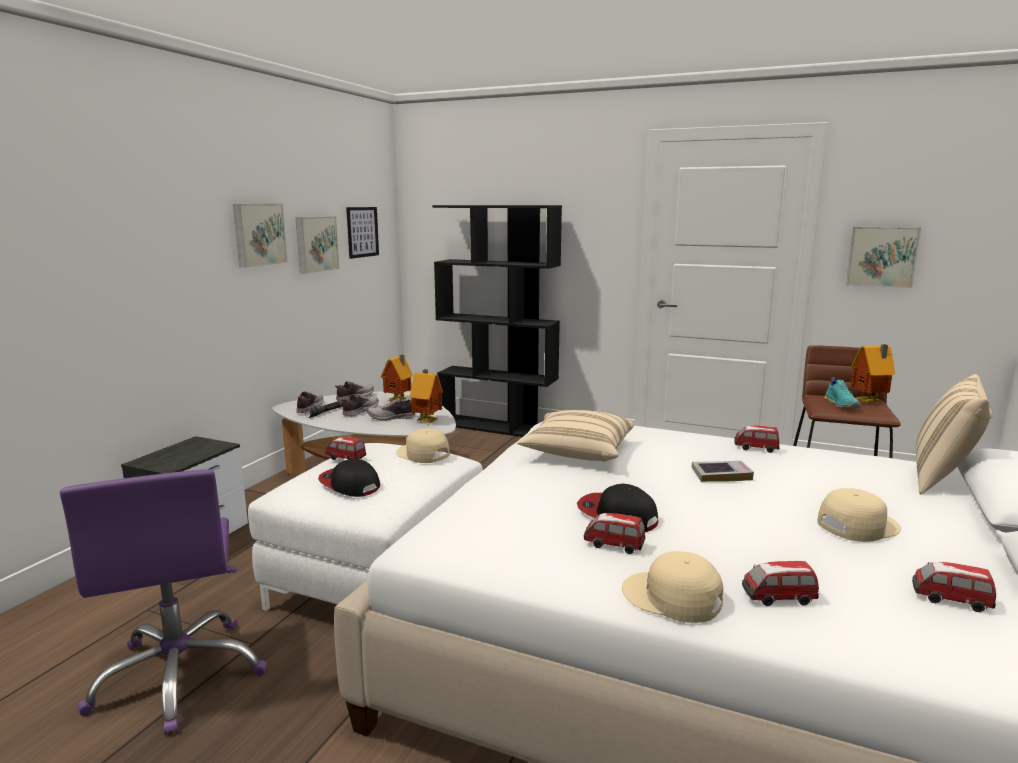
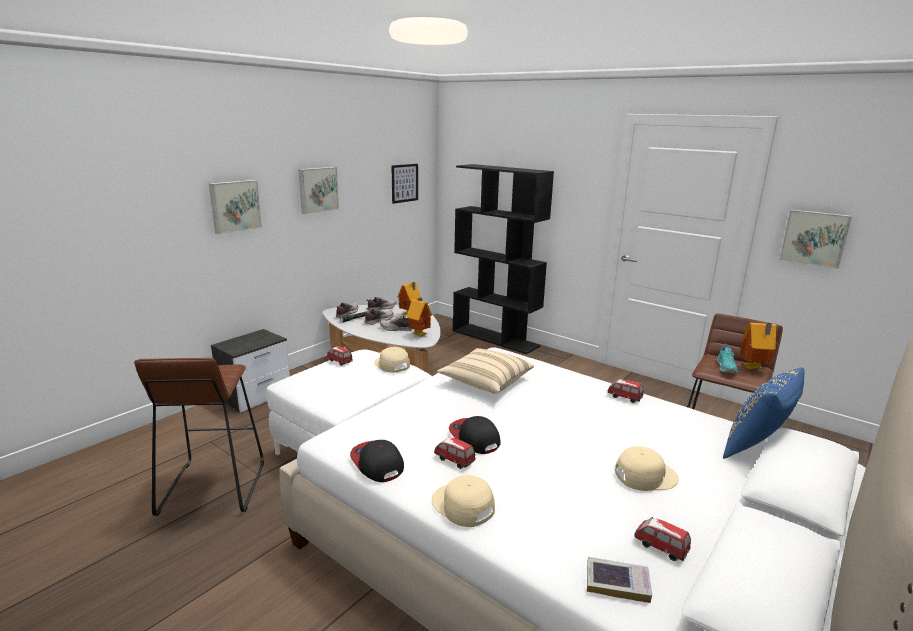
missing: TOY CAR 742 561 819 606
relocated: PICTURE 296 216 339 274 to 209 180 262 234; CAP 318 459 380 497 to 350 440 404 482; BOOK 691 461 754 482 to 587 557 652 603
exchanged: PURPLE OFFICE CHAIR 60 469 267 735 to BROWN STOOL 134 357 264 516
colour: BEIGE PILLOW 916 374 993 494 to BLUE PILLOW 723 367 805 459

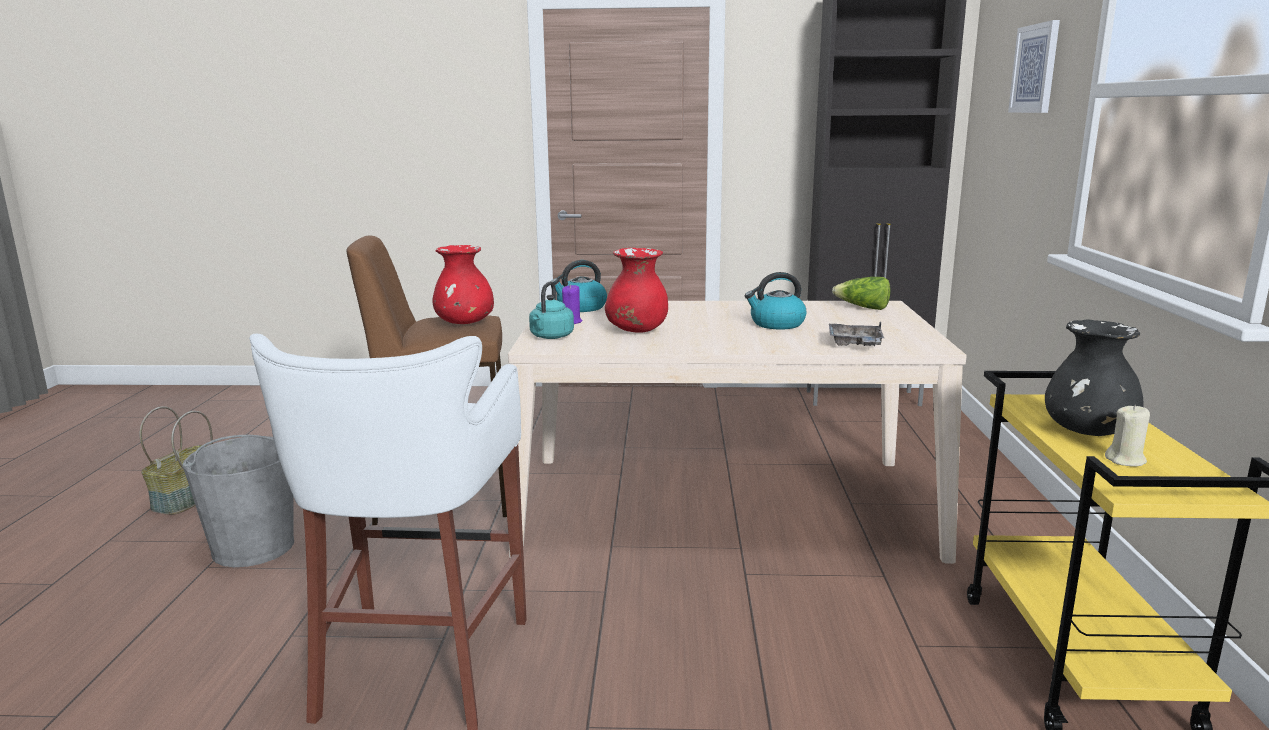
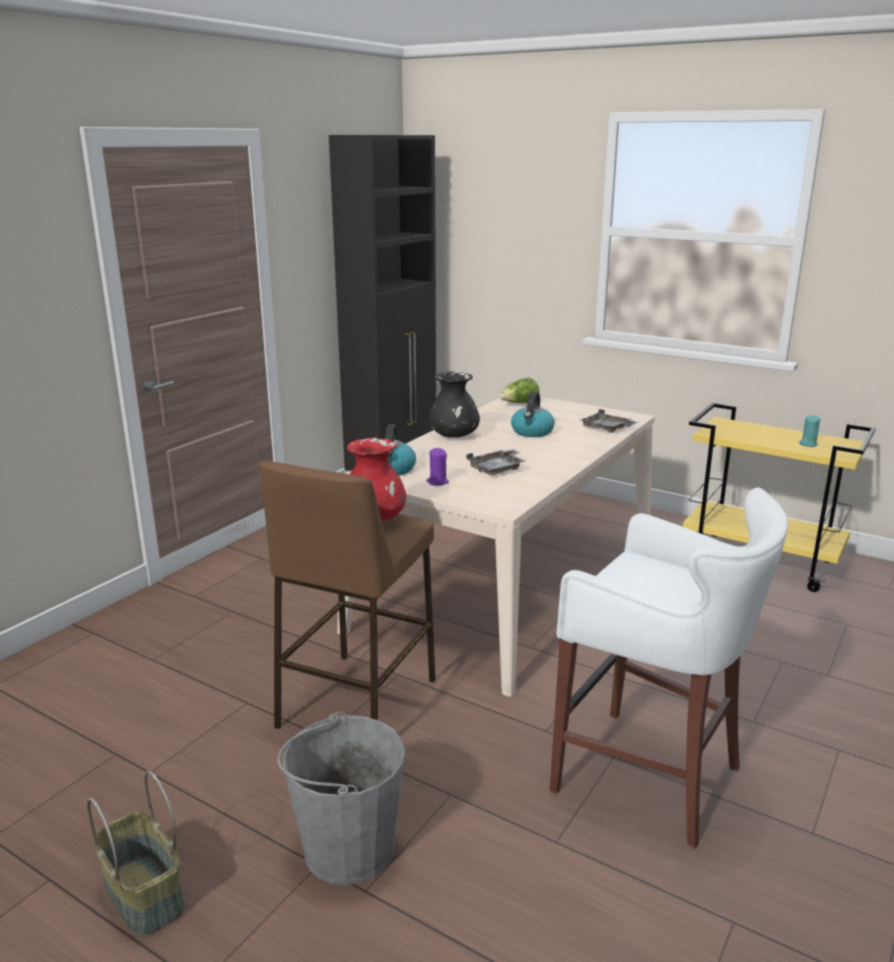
missing: TURQUOISE KETTLE 529 281 574 339; PICTURE 1008 20 1060 113
relocated: BLACK VASE 1045 319 1144 436 to 429 371 480 438
exchanged: RED VASE 605 248 668 333 to GREY TRAY 466 449 526 475
colour: BEIGE CANDLE 1105 405 1150 467 to TURQUOISE CANDLE 799 415 820 447

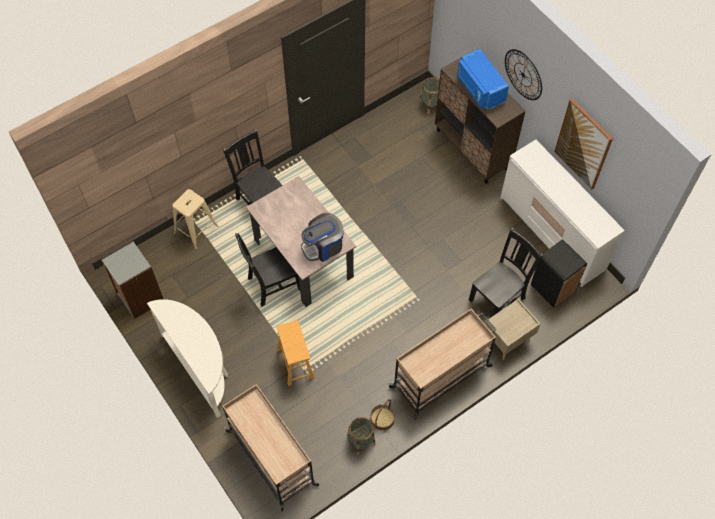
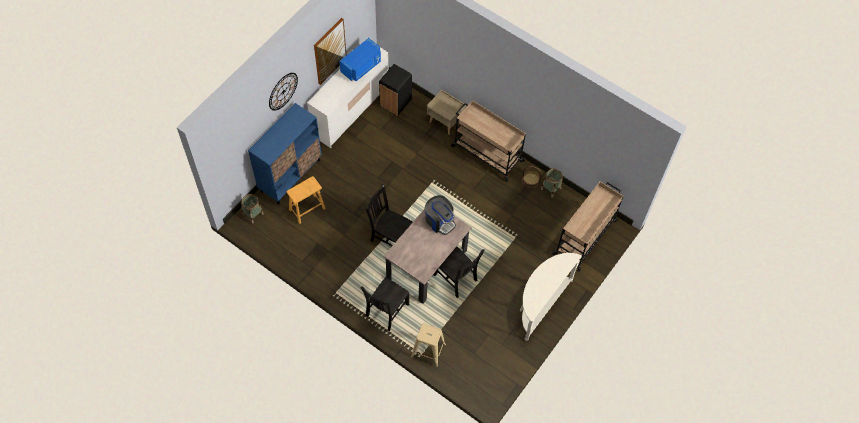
missing: GREY BOOKCASE 101 241 163 319
relocated: BROWN STOOL 277 320 315 386 to 286 176 326 224; BLUE MICROWAVE 457 49 509 110 to 340 38 381 81; BLACK CHAIR 469 228 543 316 to 365 184 413 246
colour: BROWN CABINET 435 57 526 184 to BLUE CABINET 248 103 322 204

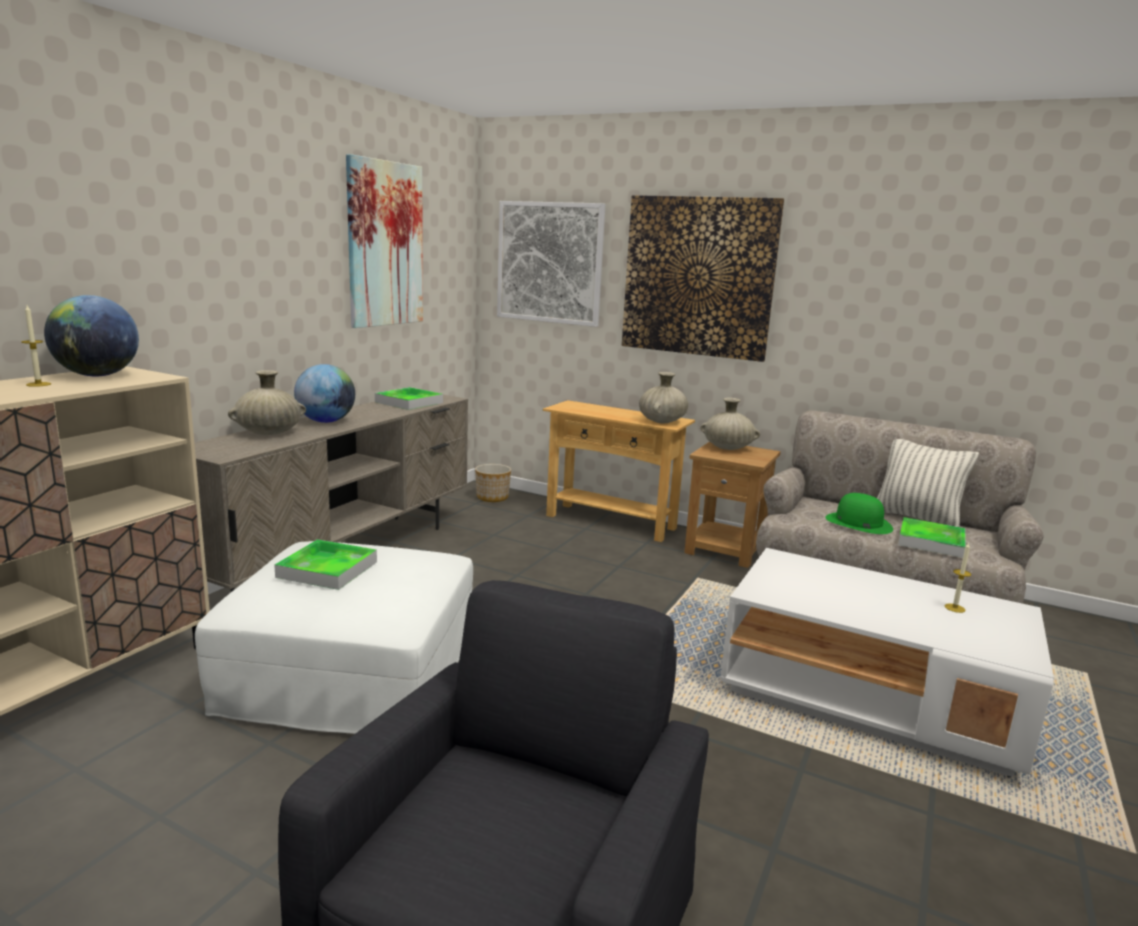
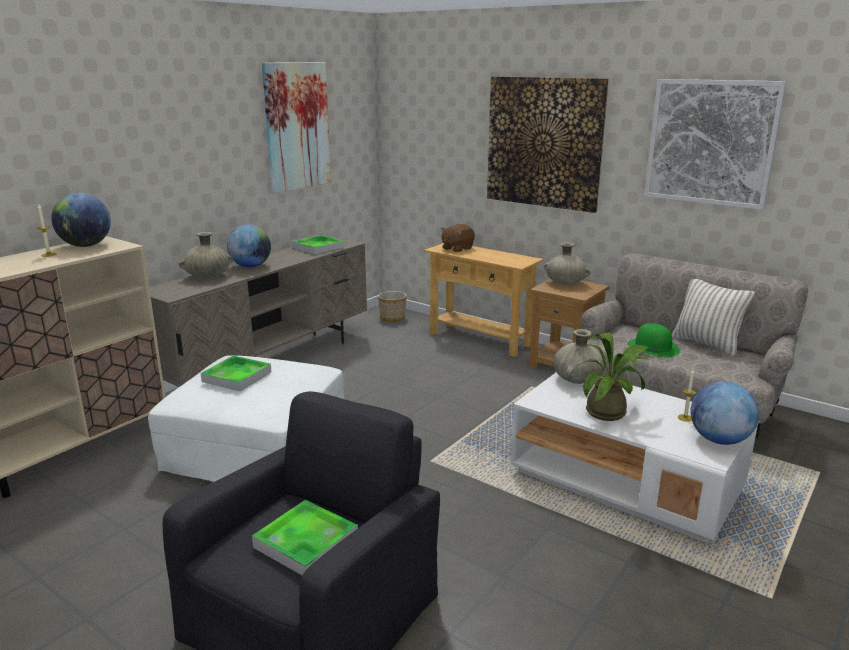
appeared: BROWN PLUSH TOY 441 224 475 252; POTTED PLANT 577 332 650 421; GLOBE 690 381 759 445
relocated: PICTURE 497 201 606 327 to 644 79 787 210; BEIGE VASE 639 372 688 423 to 553 329 606 384; TRAY 898 517 966 558 to 252 500 358 575

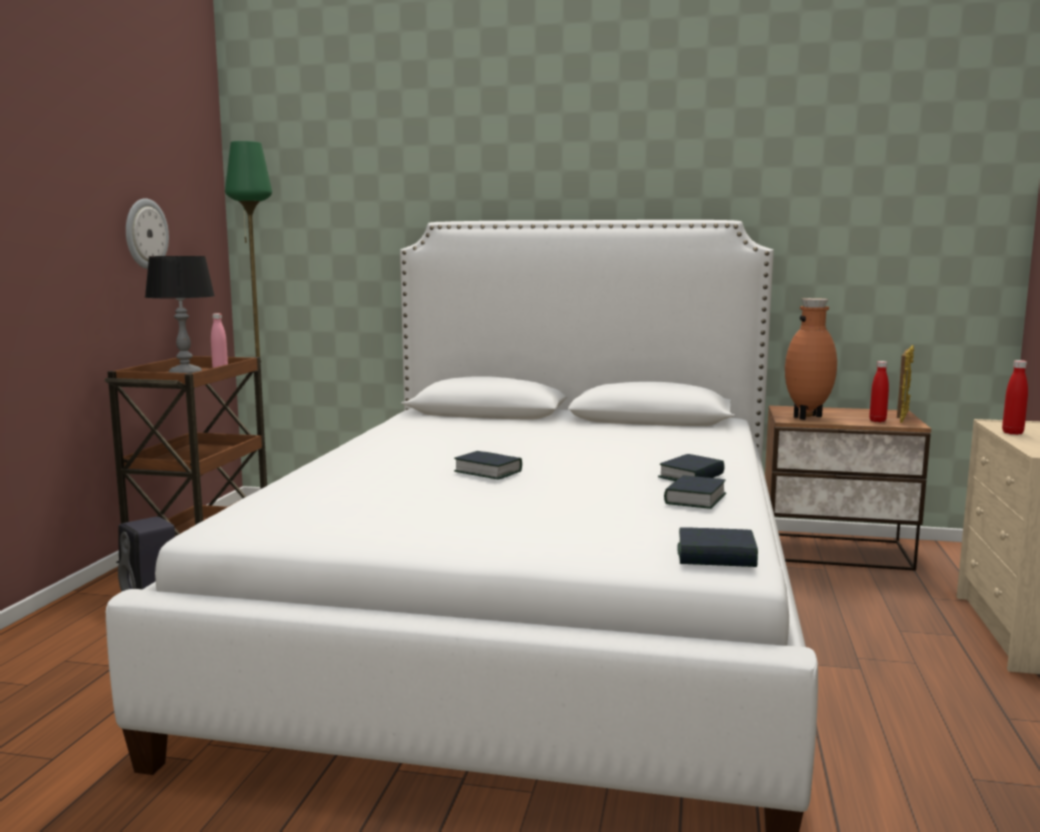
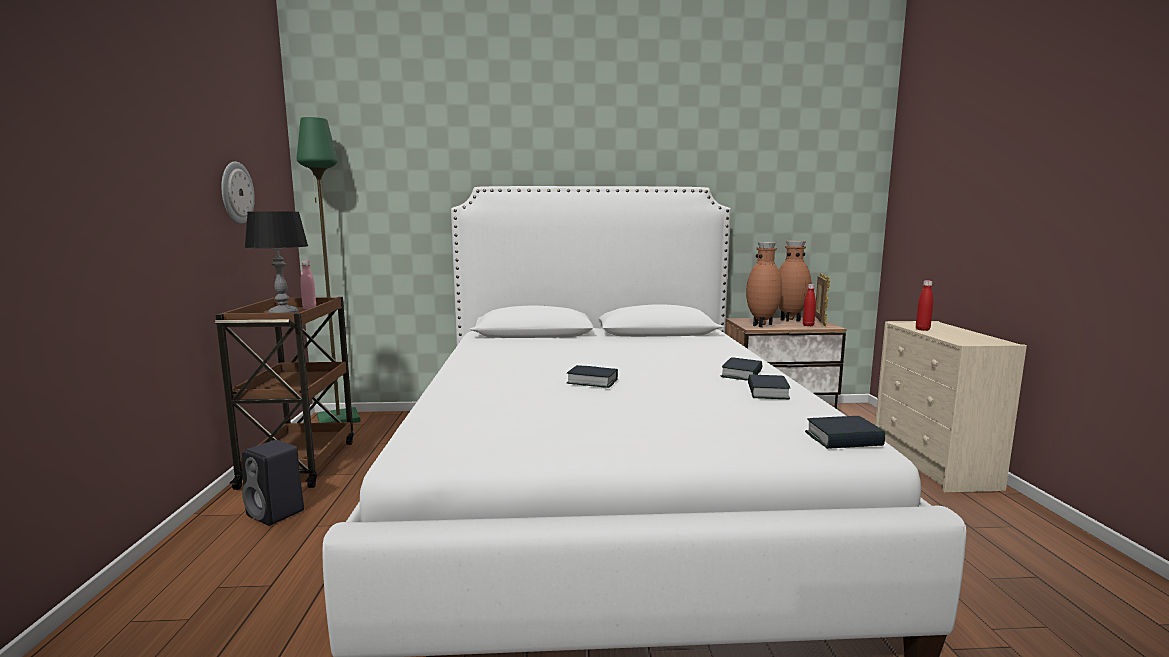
appeared: BROWN VASE 779 241 811 322

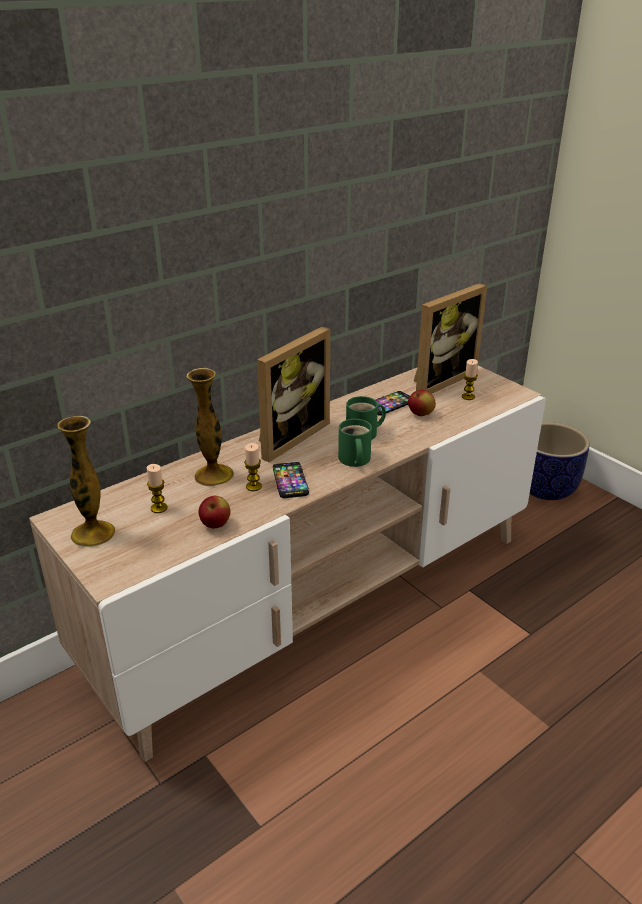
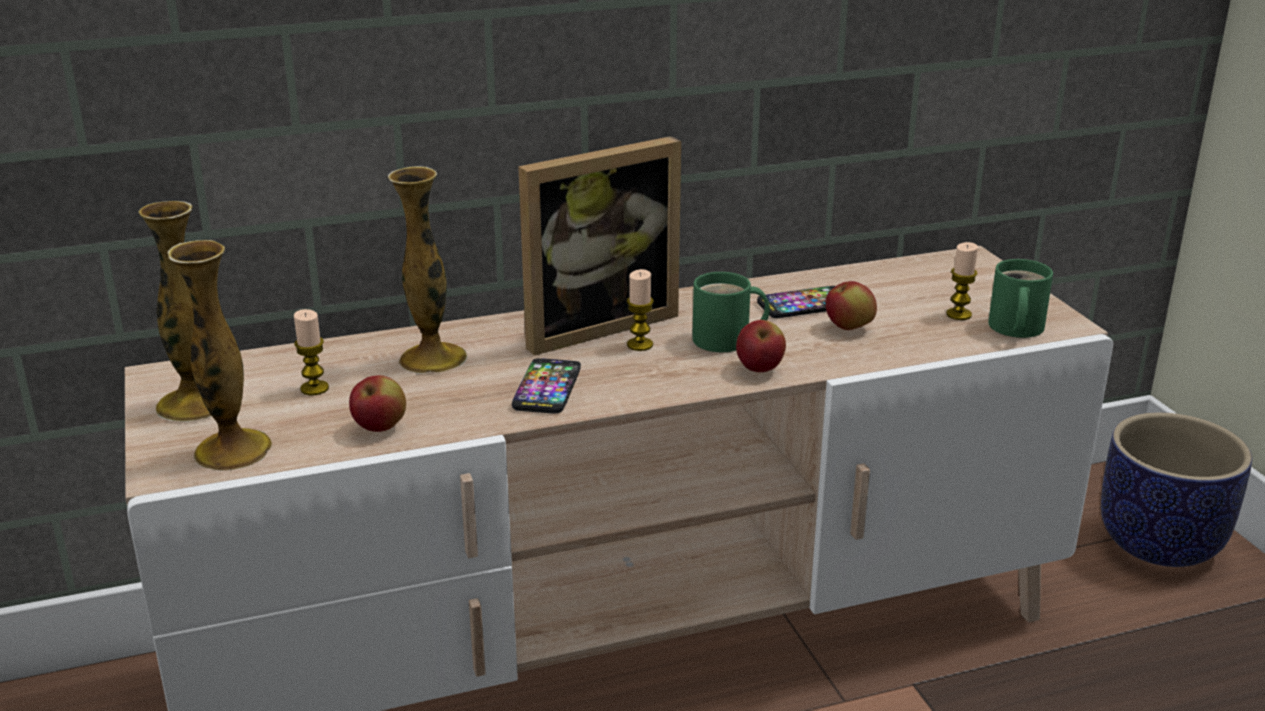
missing: PICTURE FRAME 414 283 487 394
appeared: VASE 167 240 272 471; APPLE 736 320 786 372
relocated: CANDLE 244 443 262 491 to 627 269 654 351; GREEN MUG 338 419 372 467 to 988 259 1053 338

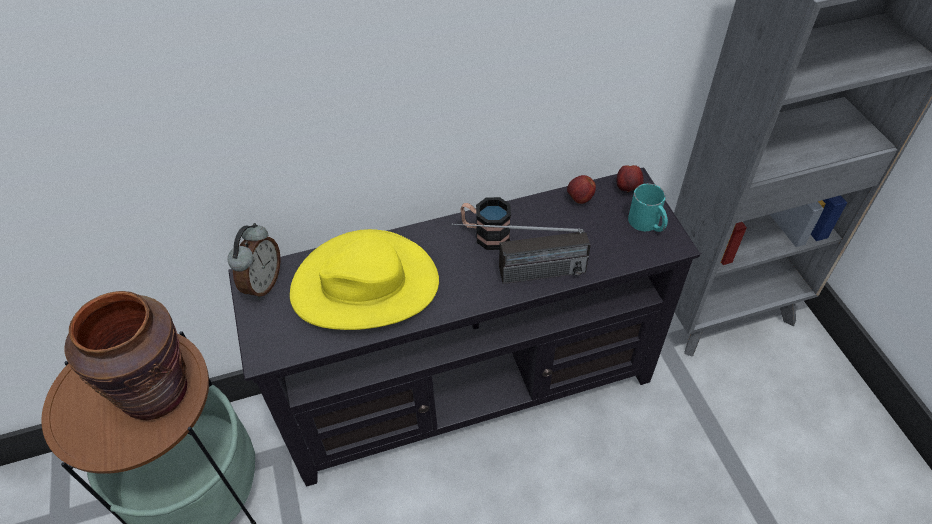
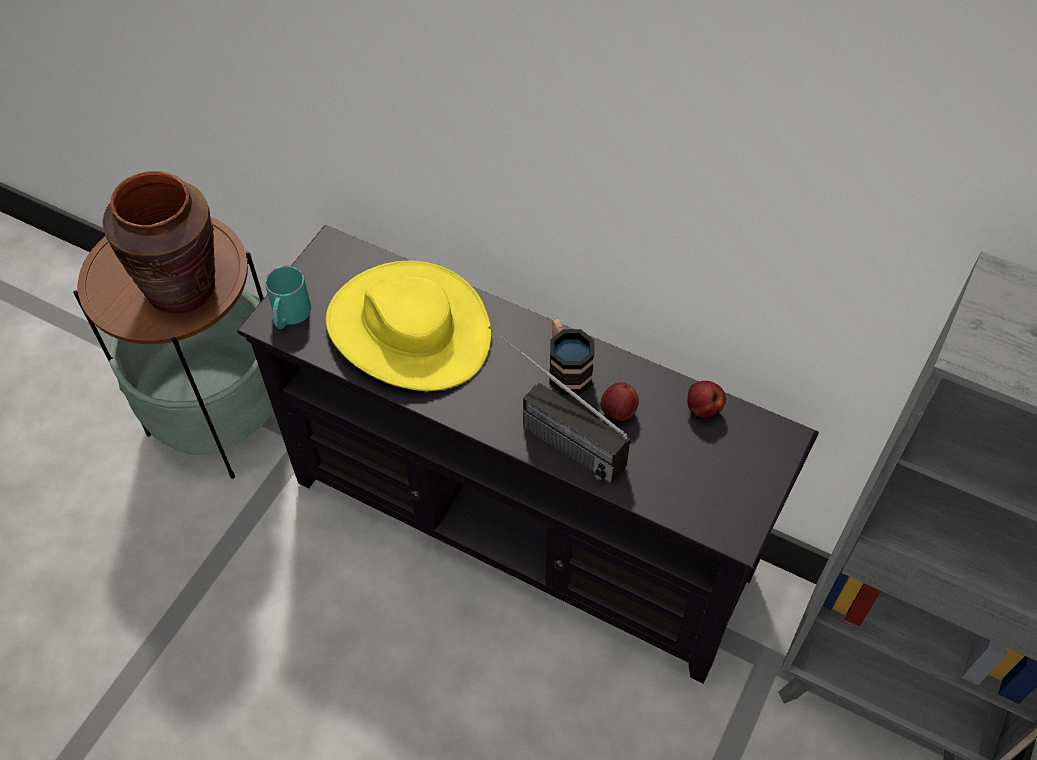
missing: ALARM CLOCK 227 223 281 300
relocated: APPLE 616 165 644 193 to 601 382 639 421; TURQUOISE MUG 628 183 668 232 to 265 266 311 329

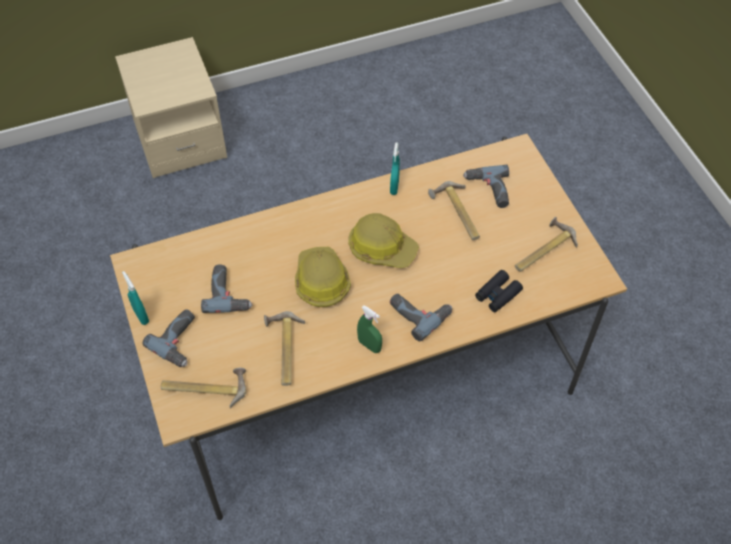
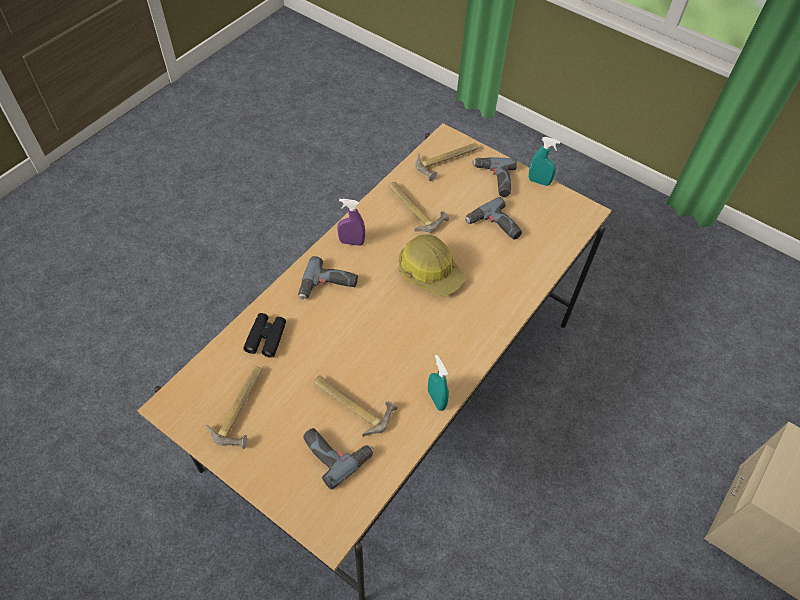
missing: HARD HAT 349 213 419 268
colour: GREEN SPRAY BOTTLE 357 305 382 353 to PURPLE SPRAY BOTTLE 337 199 365 246

